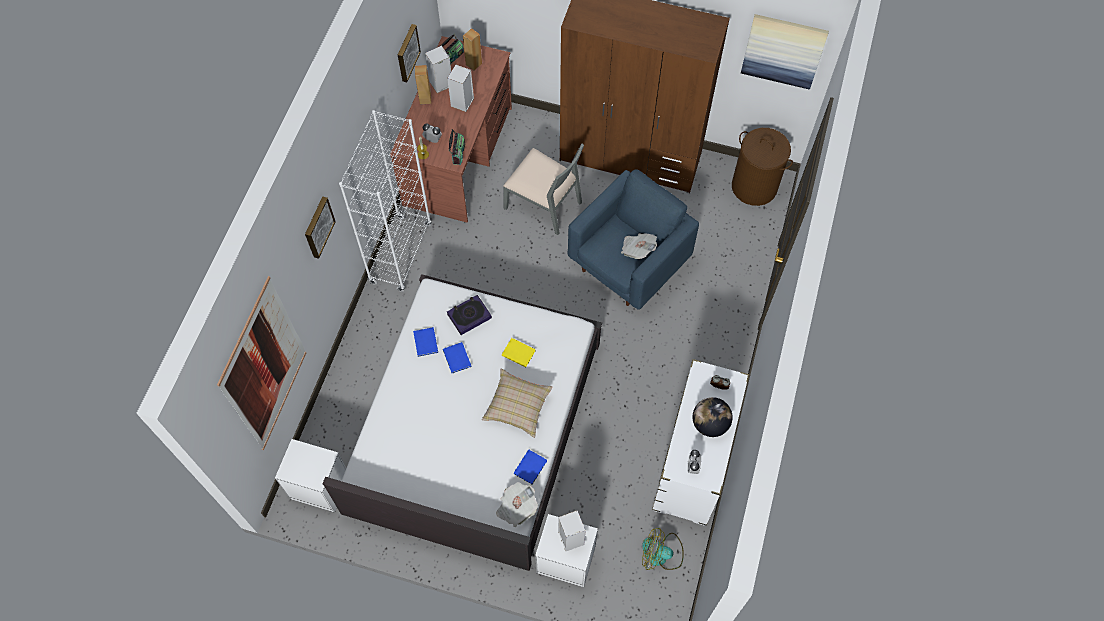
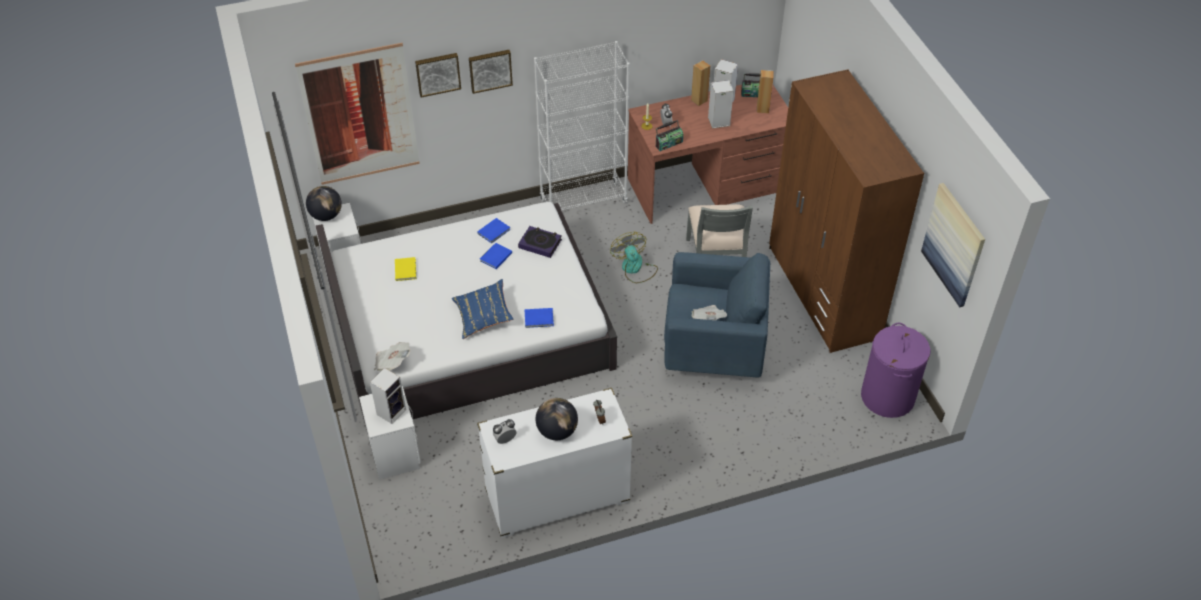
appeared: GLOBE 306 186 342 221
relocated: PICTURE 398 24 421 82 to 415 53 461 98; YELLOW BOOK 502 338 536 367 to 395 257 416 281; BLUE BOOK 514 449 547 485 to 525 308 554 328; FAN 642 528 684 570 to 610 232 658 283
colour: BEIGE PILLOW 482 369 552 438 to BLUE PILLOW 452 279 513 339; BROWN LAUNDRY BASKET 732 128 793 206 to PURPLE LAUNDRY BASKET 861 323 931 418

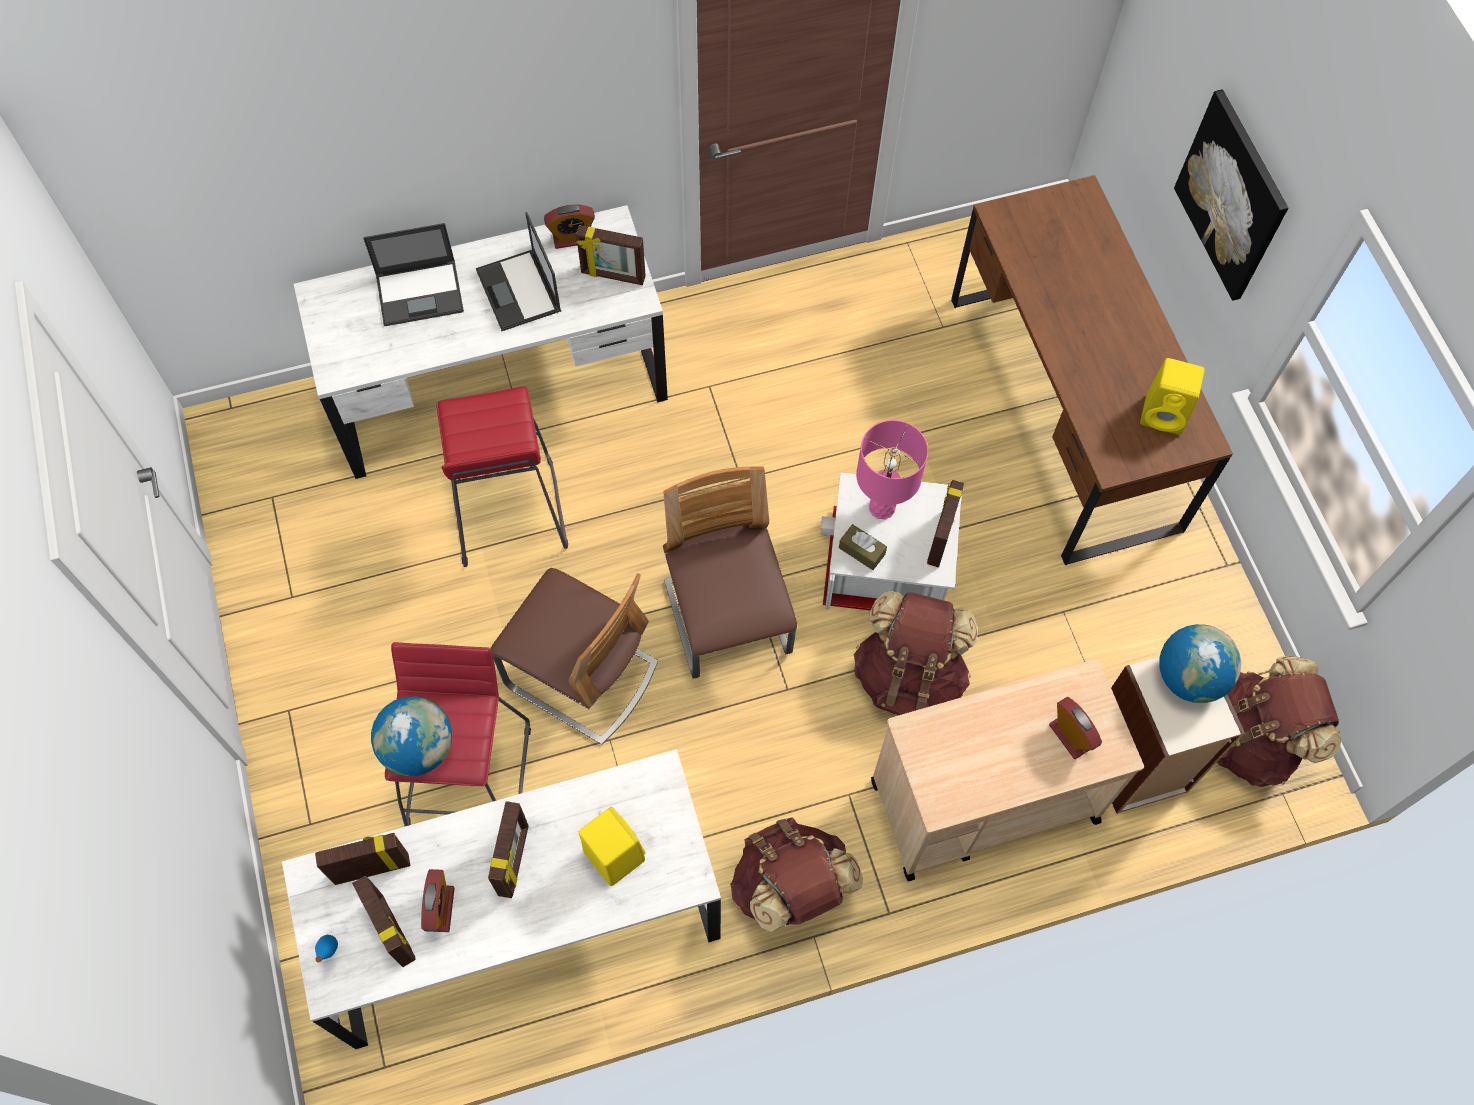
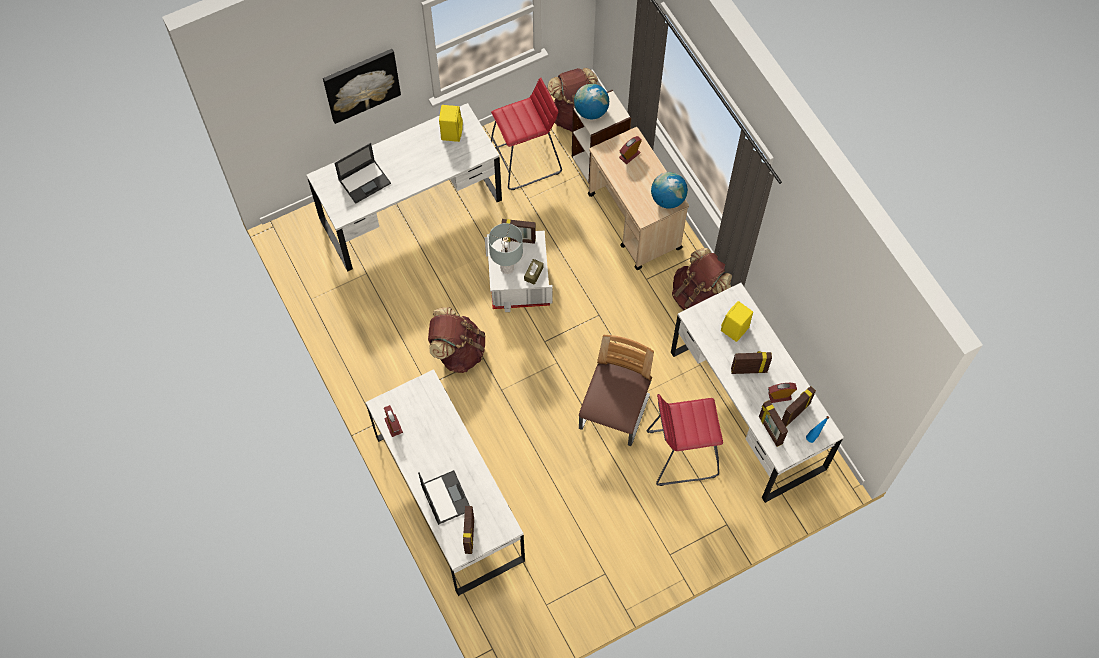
missing: CHAIR 663 466 797 679
relocated: GLOBE 371 696 452 776 to 651 172 688 209; RED STOOL 437 386 568 567 to 491 78 562 190; LAPTOP 476 212 561 331 to 335 143 391 204; PICTURE FRAME 576 225 646 285 to 463 506 474 554; BROWN BACKPACK 854 591 978 715 to 428 307 486 373
colour: PINK TABLE LAMP 856 420 928 519 to GREY TABLE LAMP 488 223 523 274; BROWN DESK 951 175 1233 565 to WHITE DESK 307 103 502 272

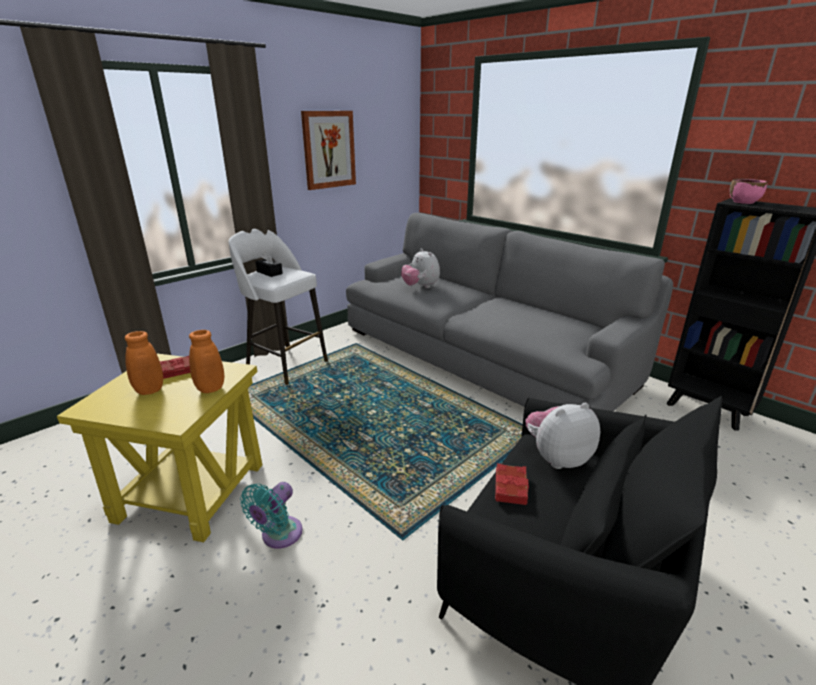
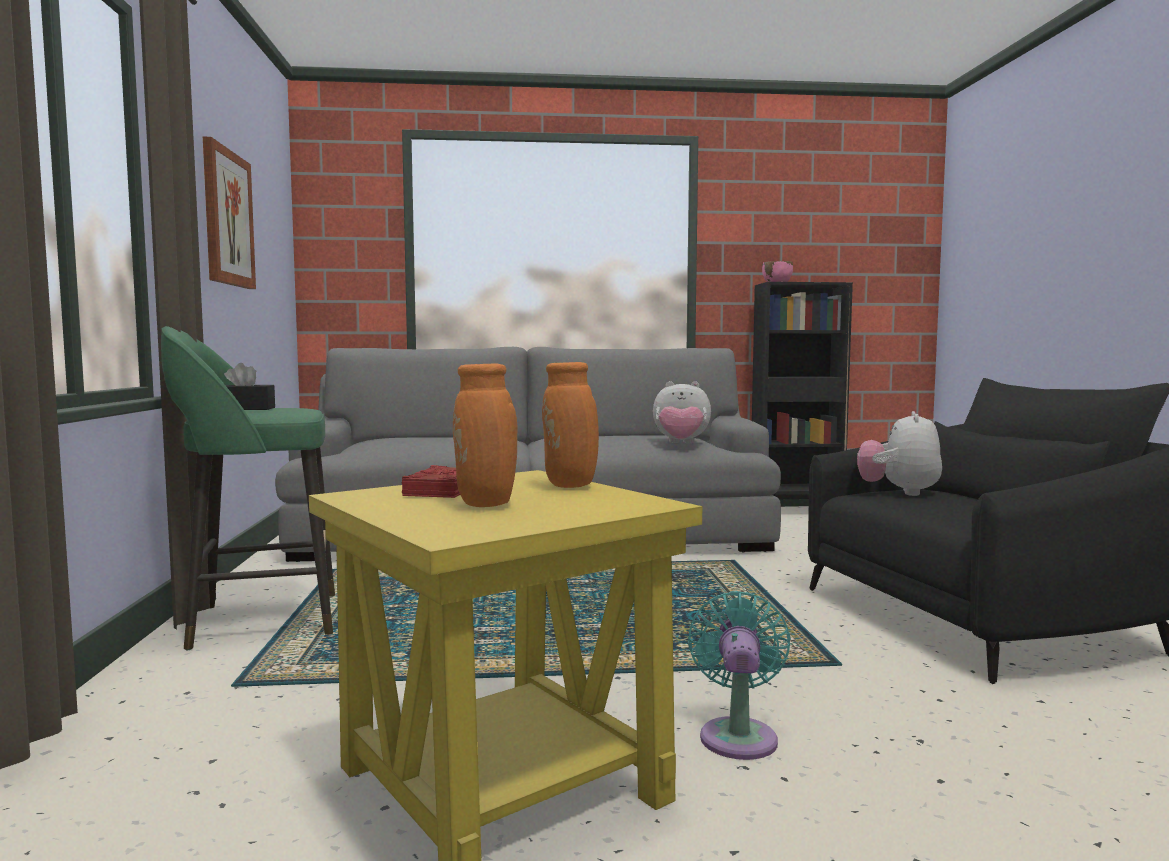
missing: RED BOOK 495 463 529 505
relocated: PLUSH TOY 401 249 440 288 to 653 381 711 443
colour: WHITE STOOL 228 229 328 385 to GREEN STOOL 161 326 335 650
spun: TURQUOISE FAN 240 482 302 549 = 688 591 791 760 150 degrees counterclockwise

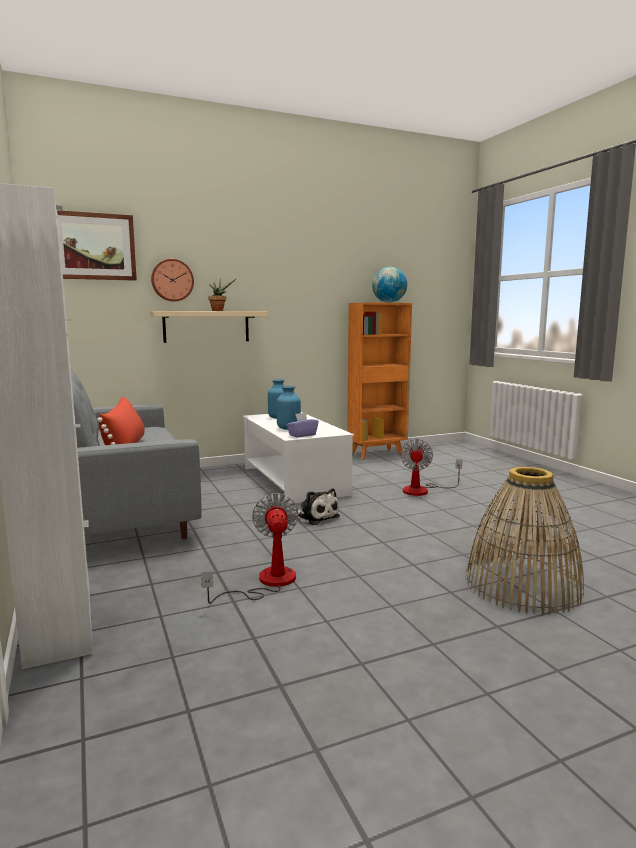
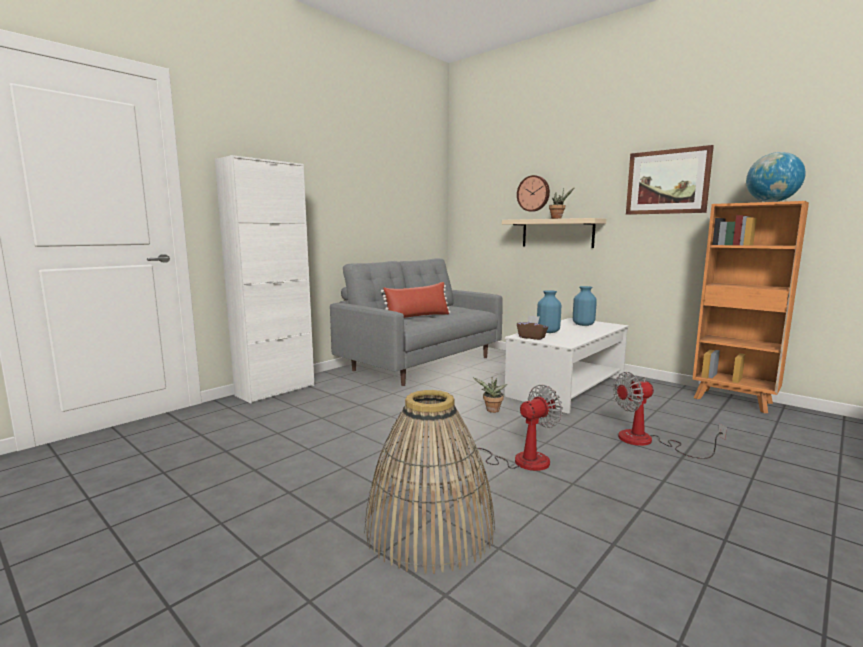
relocated: PICTURE 57 210 137 281 to 626 145 714 215; FAN 201 493 299 604 to 452 385 563 471
exchanged: PLUSH TOY 296 488 340 525 to POTTED PLANT 474 377 508 413
colour: PURPLE TISSUE BOX 286 413 319 437 to BROWN TISSUE BOX 517 316 548 340

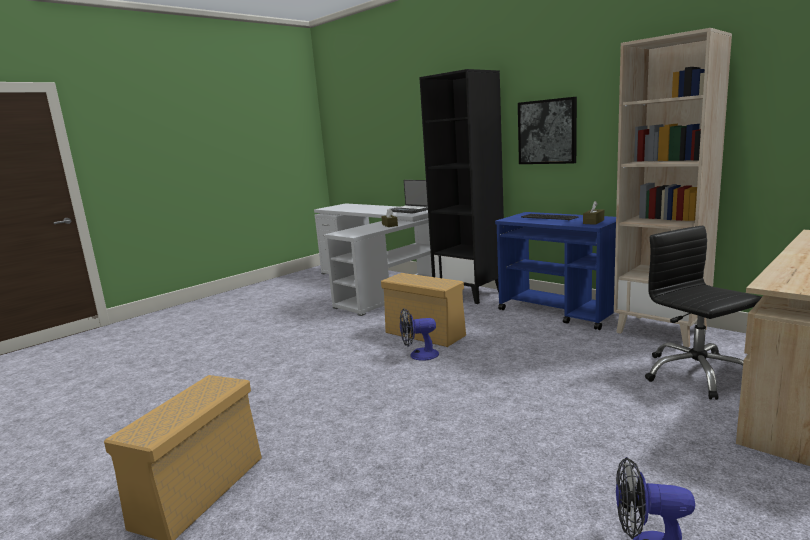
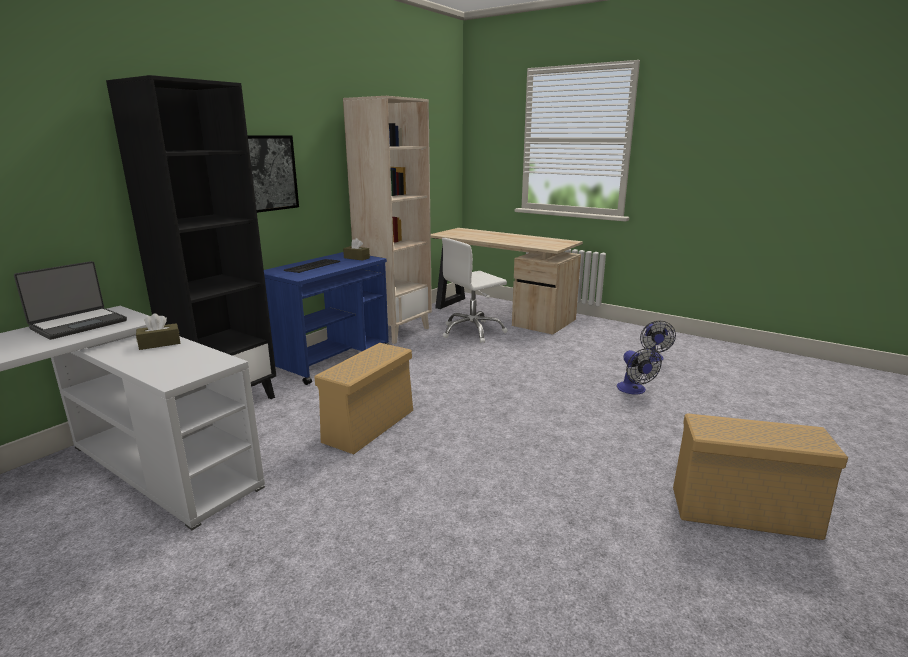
relocated: FAN 400 309 439 361 to 617 348 662 395
colour: BLACK OFFICE CHAIR 645 226 762 400 to WHITE OFFICE CHAIR 442 238 507 343

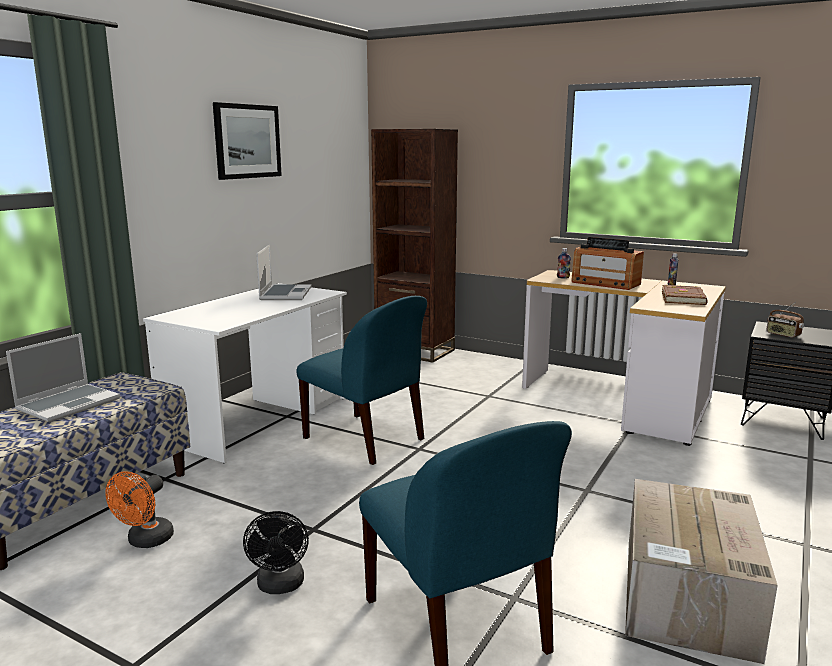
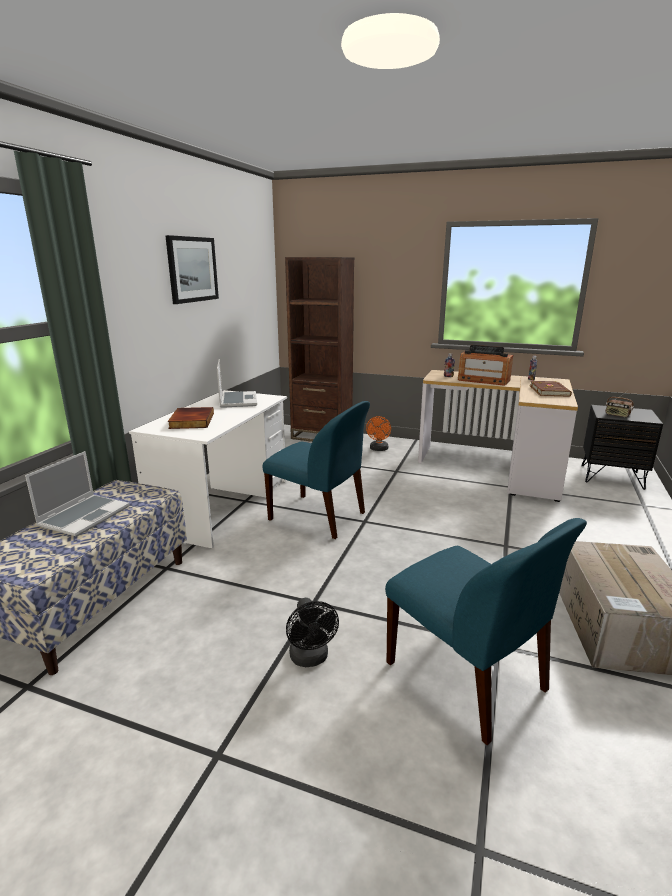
appeared: BOOK 168 407 214 429
relocated: ORANGE FAN 105 471 174 548 to 366 416 391 451

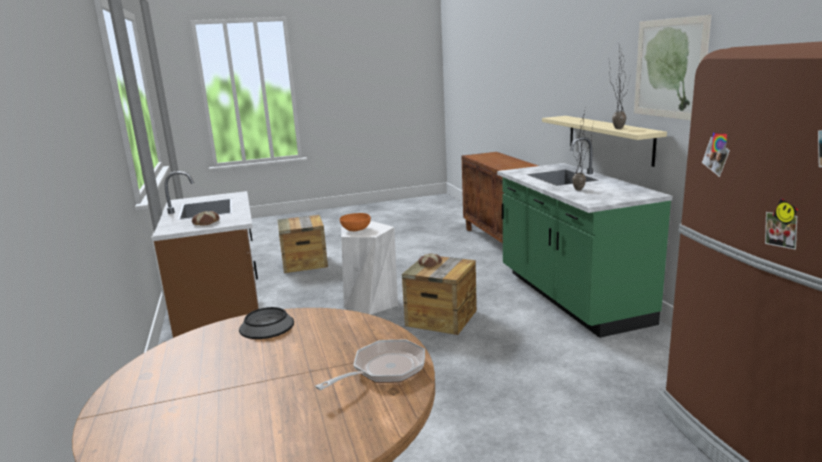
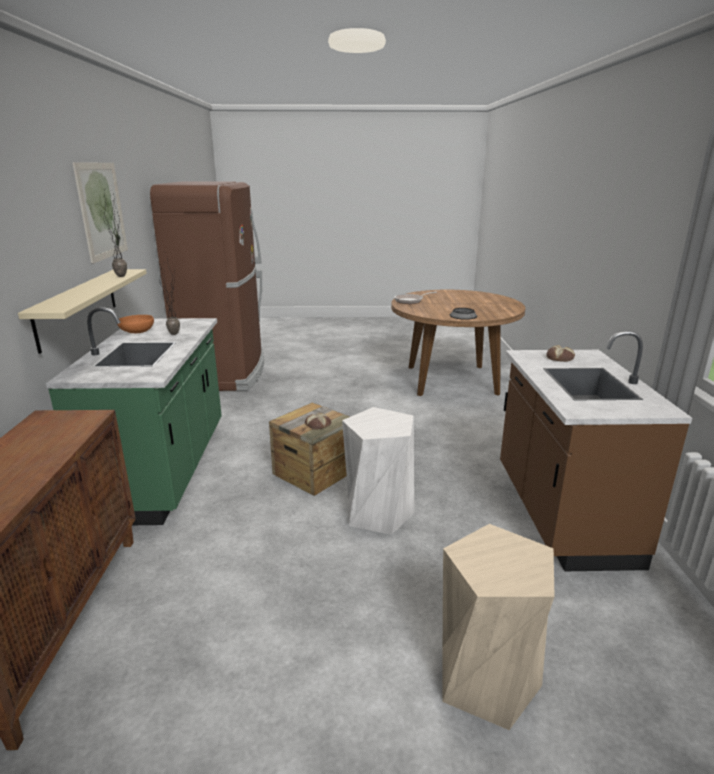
relocated: ORANGE BOWL 340 213 371 231 to 117 315 154 333
exchanged: CRATE 278 215 328 273 to BEIGE STOOL 443 524 555 730

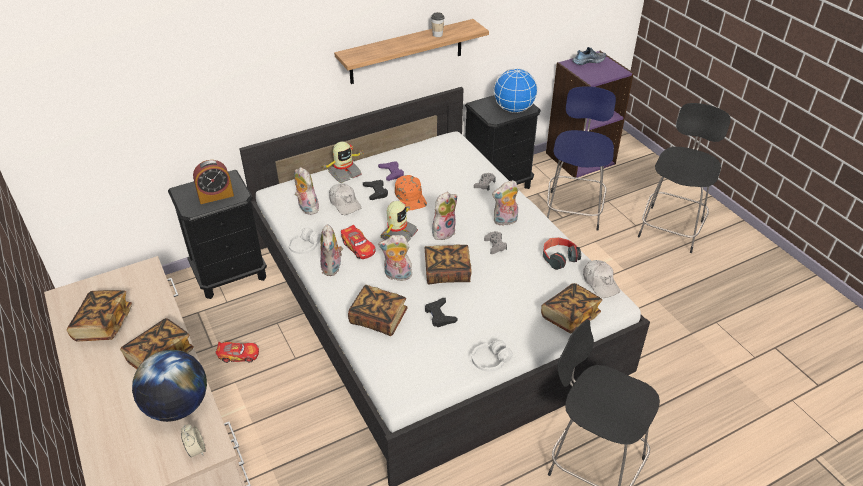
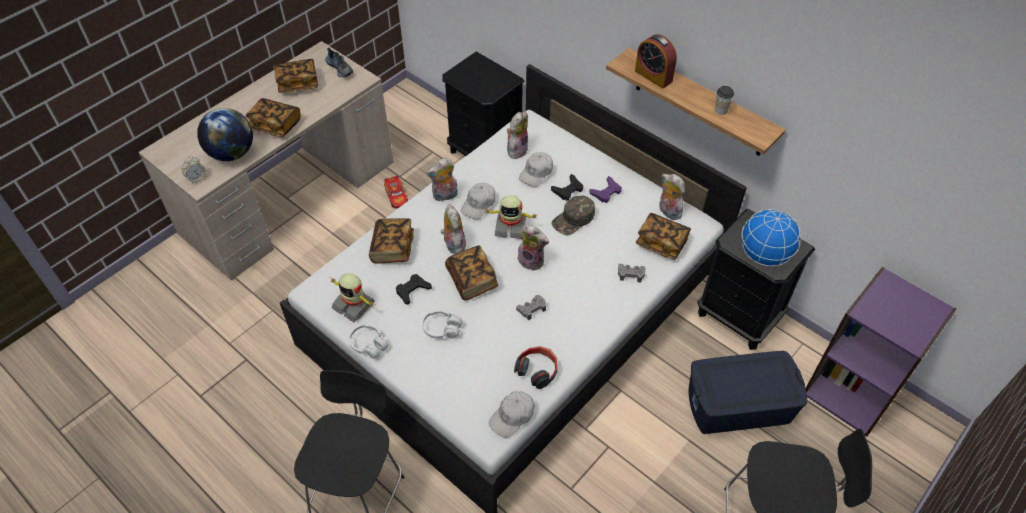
relocated: ALARM CLOCK 193 160 234 204 to 635 34 677 89; WHITE HEADPHONES 288 228 321 254 to 422 310 462 339; TOY ROBOT 323 141 363 183 to 329 273 374 322; PLUSH TOY 492 180 519 226 to 659 174 685 220; BOOK 541 283 602 333 to 636 213 691 260; SHOE 572 47 606 65 to 325 48 353 77
exchanged: TOY CAR 341 225 375 259 to WHITE CAP 461 183 496 219; BLUE STOOL 547 86 616 231 to BLUE STORAGE BOX 688 351 807 434
colour: ORANGE CAP 395 175 427 211 to GREEN CAP 551 195 595 235

